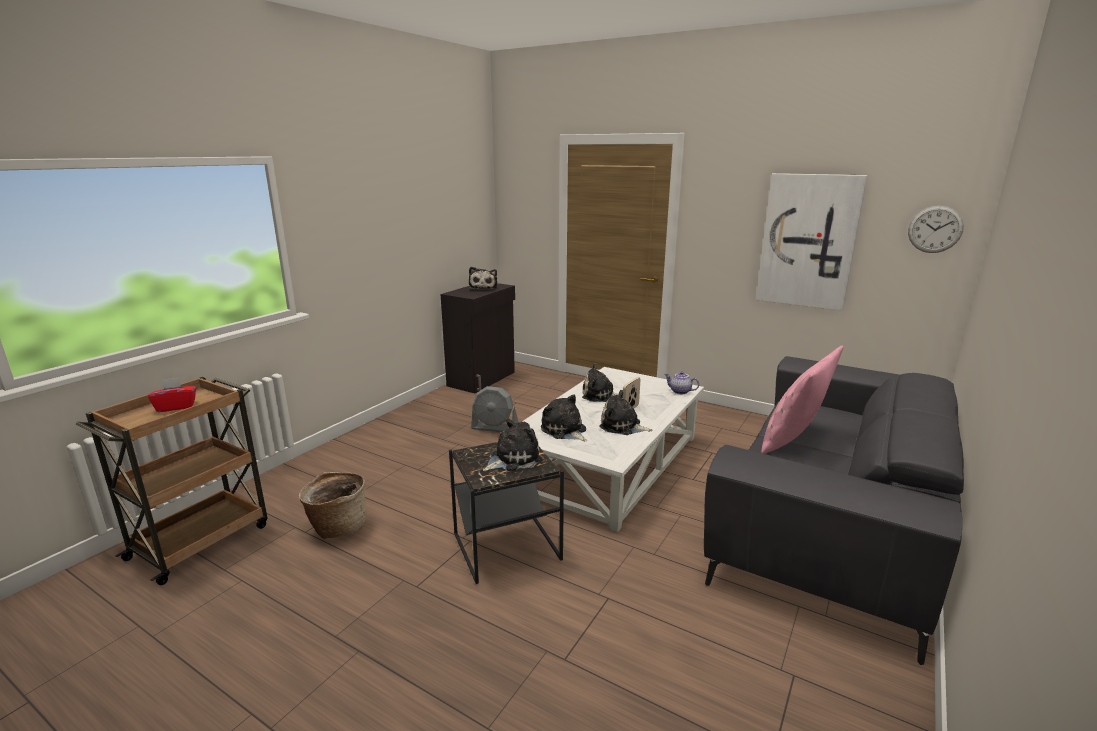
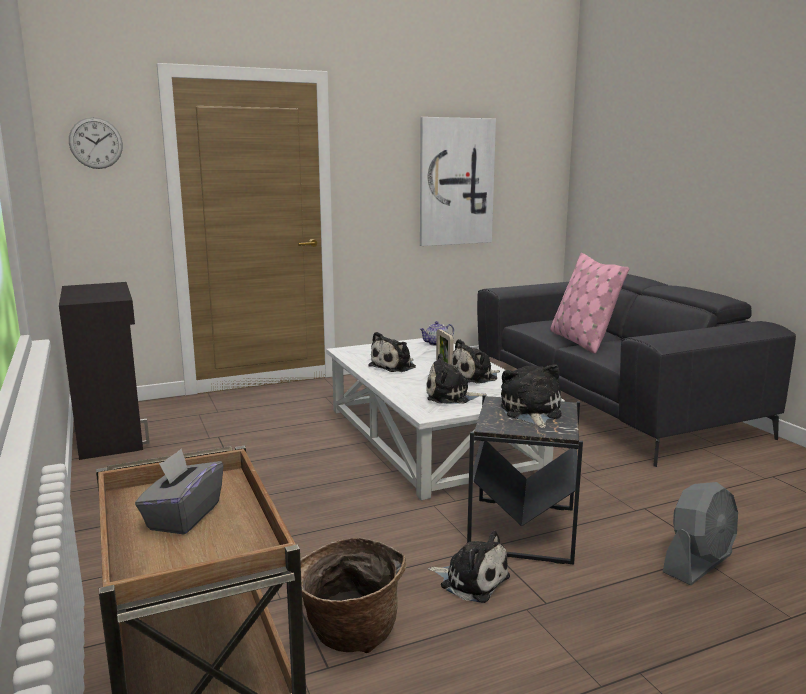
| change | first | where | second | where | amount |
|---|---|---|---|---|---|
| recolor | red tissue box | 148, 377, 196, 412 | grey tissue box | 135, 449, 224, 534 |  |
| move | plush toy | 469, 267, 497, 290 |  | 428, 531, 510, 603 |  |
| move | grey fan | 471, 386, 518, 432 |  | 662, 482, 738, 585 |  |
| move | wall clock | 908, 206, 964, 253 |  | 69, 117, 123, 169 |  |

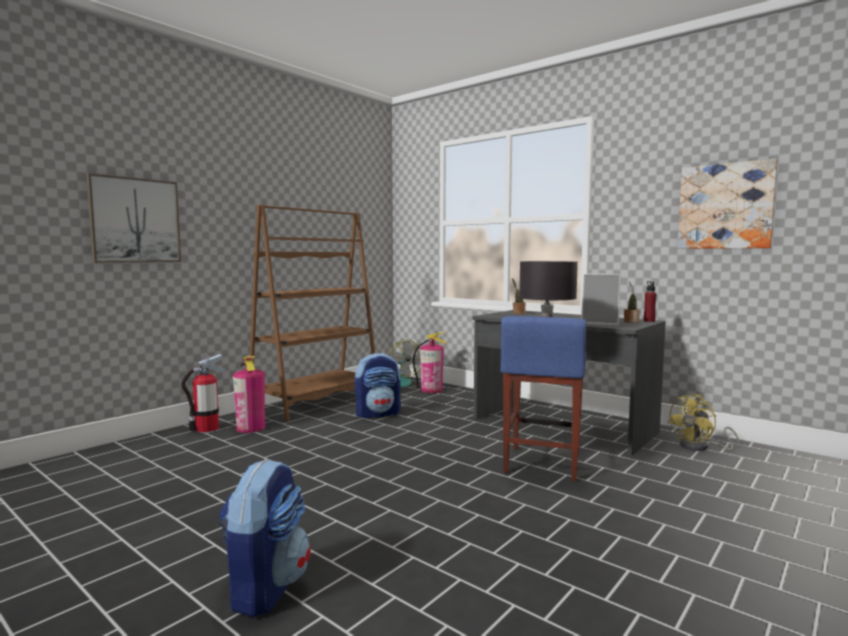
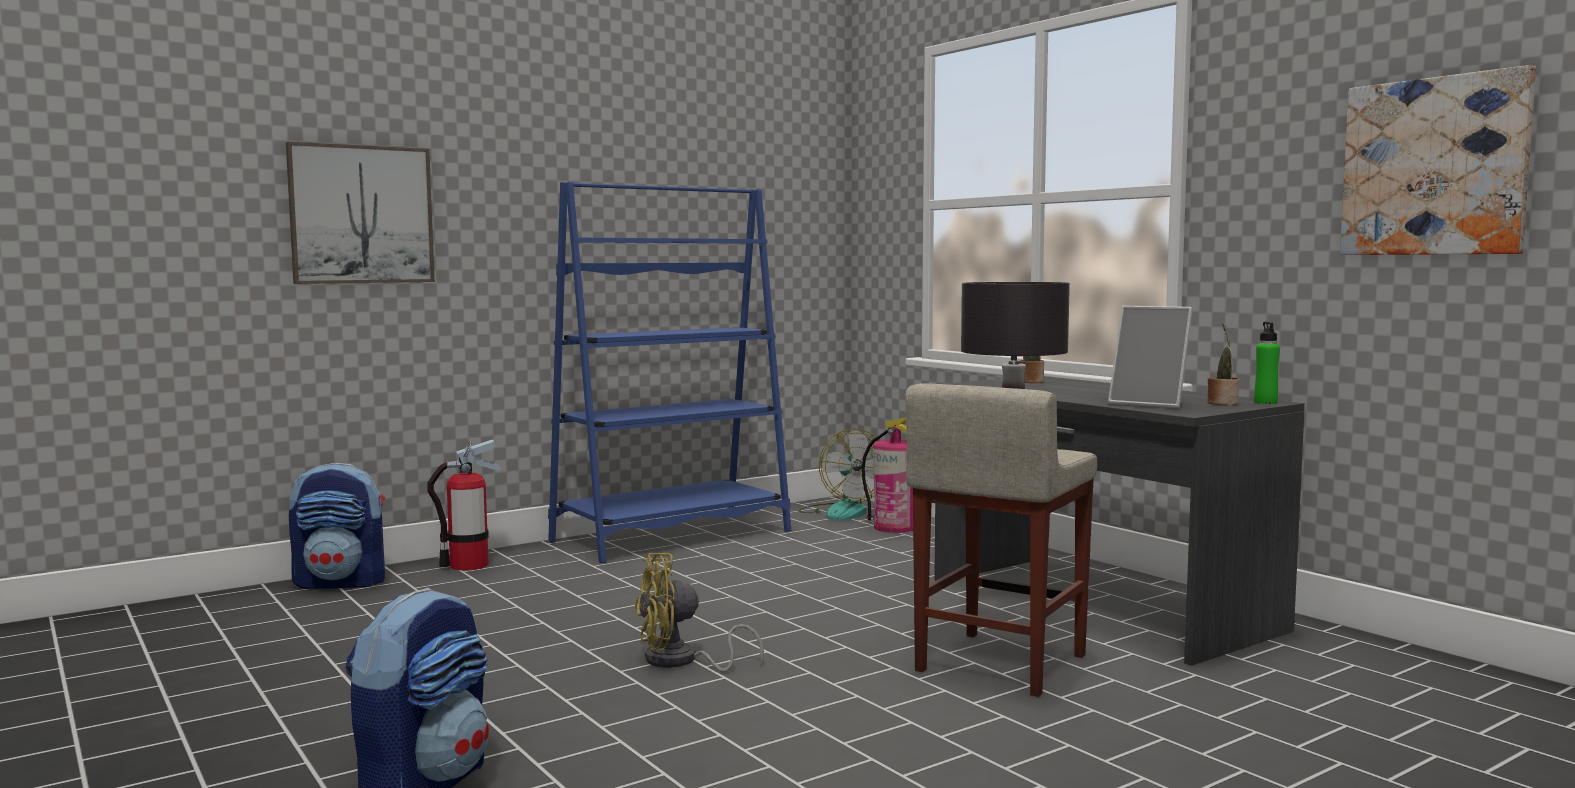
| change | first | where | second | where | amount |
|---|---|---|---|---|---|
| delete | fire extinguisher | 233, 356, 266, 433 |  |  |  |
| recolor | brown bookcase | 250, 205, 375, 422 | blue bookcase | 548, 182, 791, 563 |  |
| move | backpack | 355, 353, 401, 418 |  | 289, 463, 385, 589 |  |
| recolor | blue stool | 500, 316, 586, 481 | beige stool | 906, 383, 1097, 697 |  |
| recolor | red bottle | 644, 281, 657, 322 | green bottle | 1254, 322, 1280, 404 |  |
| move | yellow fan | 667, 394, 740, 451 |  | 635, 553, 764, 672 |  |

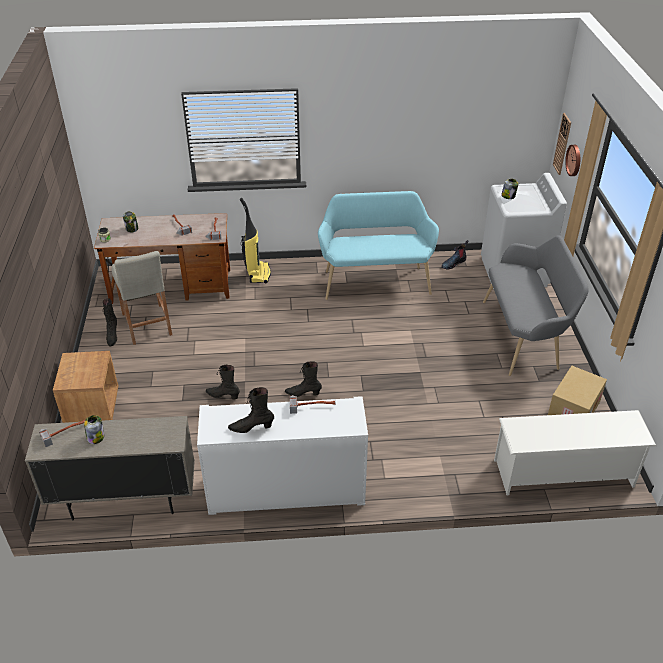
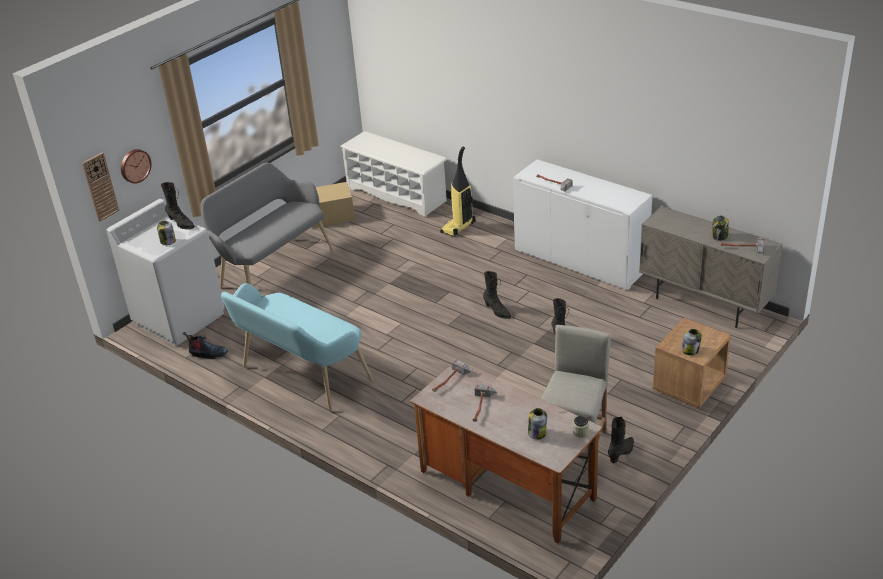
| change | first | where | second | where | amount |
|---|---|---|---|---|---|
| move | black boot | 228, 387, 274, 433 |  | 161, 182, 195, 229 |  |
| move | vacuum cleaner | 240, 198, 271, 283 |  | 440, 147, 476, 237 |  |
| insert |  |  | jar | 681, 329, 702, 355 |  |

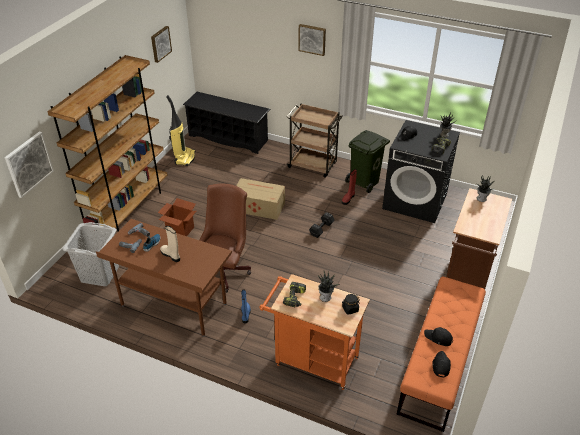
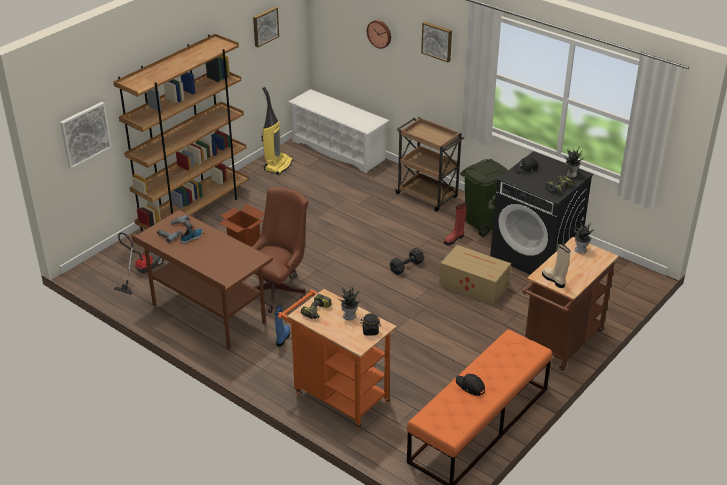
| change | first | where | second | where | amount |
|---|---|---|---|---|---|
| replace | grey laundry basket | 62, 222, 119, 286 | vacuum cleaner | 114, 233, 163, 295 |  |
| move | beige boot | 160, 226, 180, 262 |  | 542, 243, 570, 288 |  |
| recolor | black shoe rack | 183, 92, 270, 154 | white shoe rack | 288, 89, 389, 173 |  |
| move | cardboard box | 236, 178, 285, 220 |  | 439, 245, 511, 305 |  |
| delete | black cap | 432, 351, 451, 378 |  |  |  |
| insert |  |  | wall clock | 367, 20, 391, 49 |  |

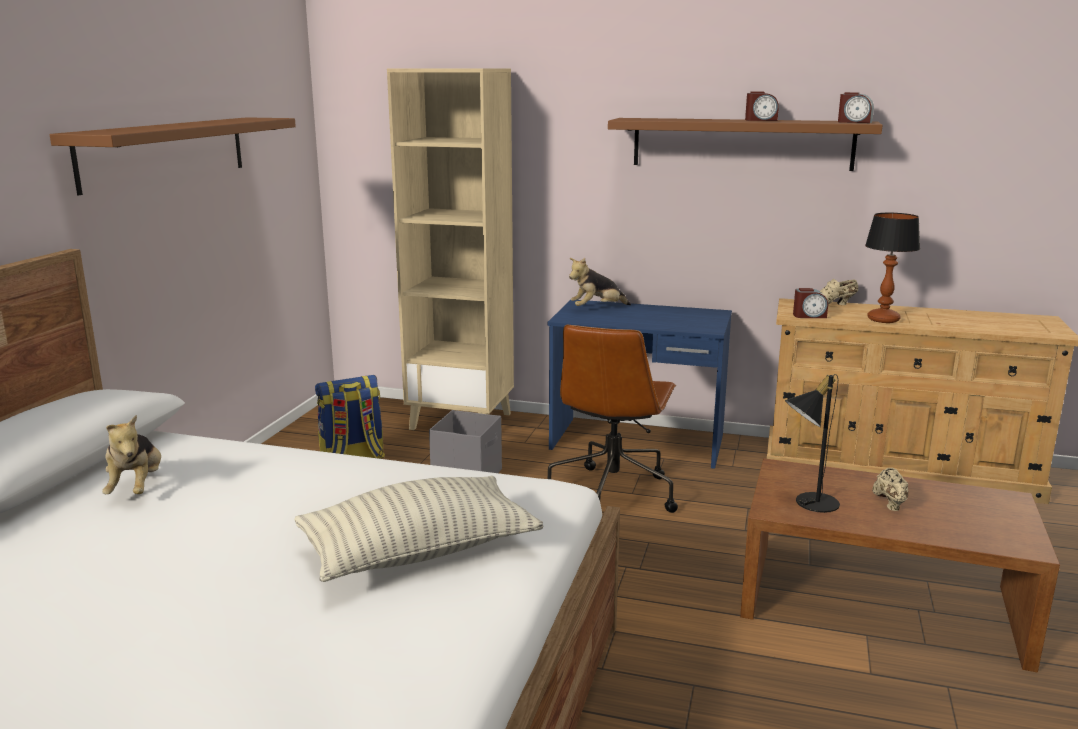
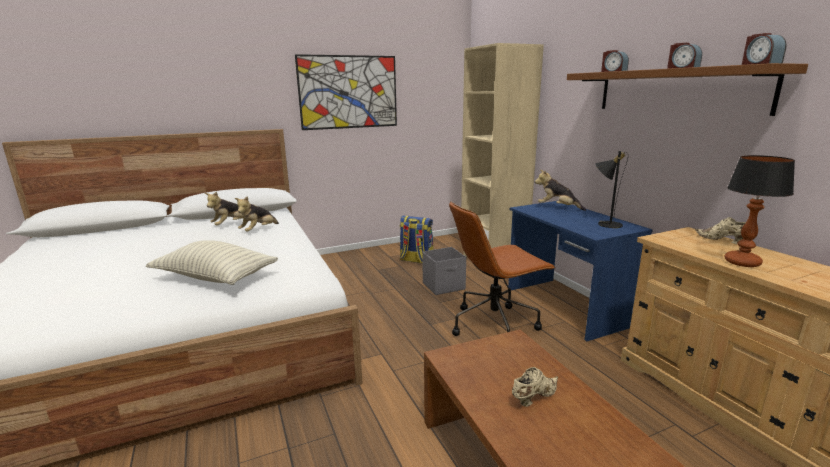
| change | first | where | second | where | amount |
|---|---|---|---|---|---|
| replace | brown shelf | 49, 117, 296, 196 | picture | 295, 54, 397, 130 |  |
| move | black table lamp | 785, 374, 840, 513 |  | 595, 151, 628, 228 |  |
| move | alarm clock | 793, 288, 828, 318 |  | 601, 50, 629, 72 |  |
| insert |  |  | plush toy | 235, 196, 279, 232 |  |

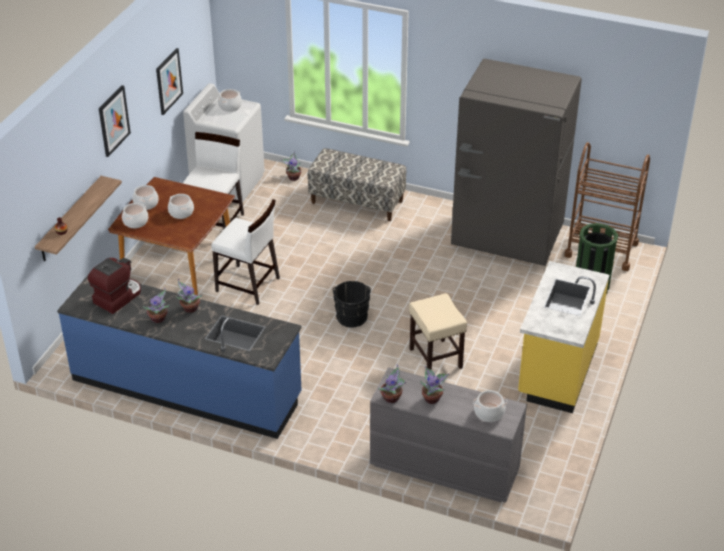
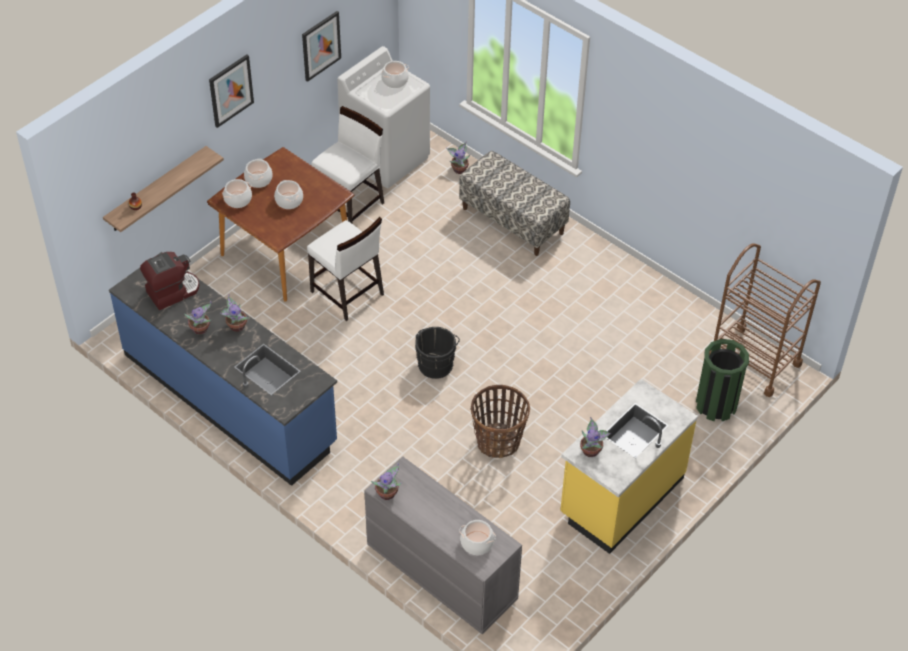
| change | first | where | second | where | amount |
|---|---|---|---|---|---|
| replace | beige stool | 409, 293, 467, 370 | basket | 471, 385, 530, 458 |  |
| move | potted plant | 420, 366, 449, 404 |  | 580, 417, 611, 457 |  |
| delete | grey fridge | 451, 59, 582, 266 |  |  |  |

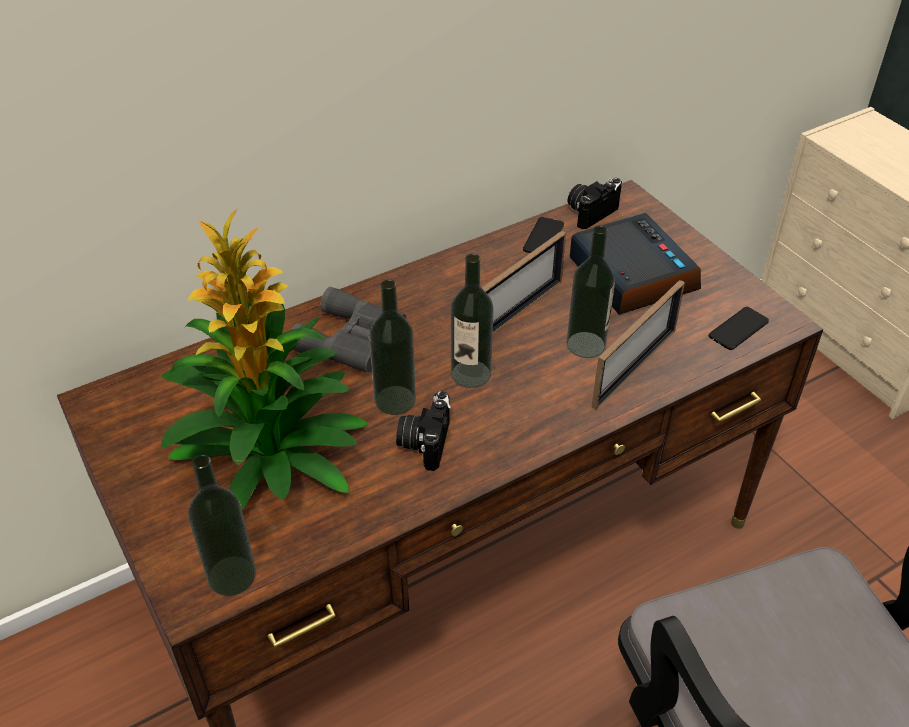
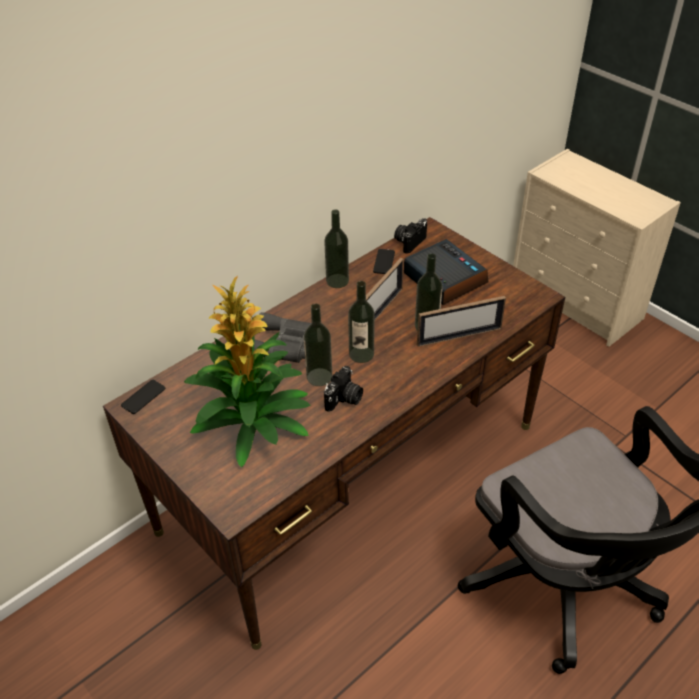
| change | first | where | second | where | amount |
|---|---|---|---|---|---|
| move | bottle | 188, 455, 256, 596 |  | 324, 209, 349, 288 |  |
| rotate | photo camera | 396, 391, 451, 471 |  | 324, 366, 363, 412 | 150 degrees counterclockwise |
| rotate | picture frame | 591, 280, 685, 410 |  | 417, 296, 506, 347 | 45 degrees clockwise |
| move | phone | 709, 307, 769, 350 |  | 121, 380, 165, 414 |  |

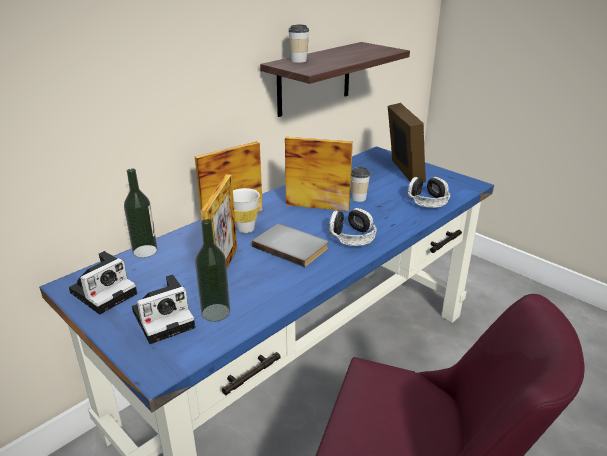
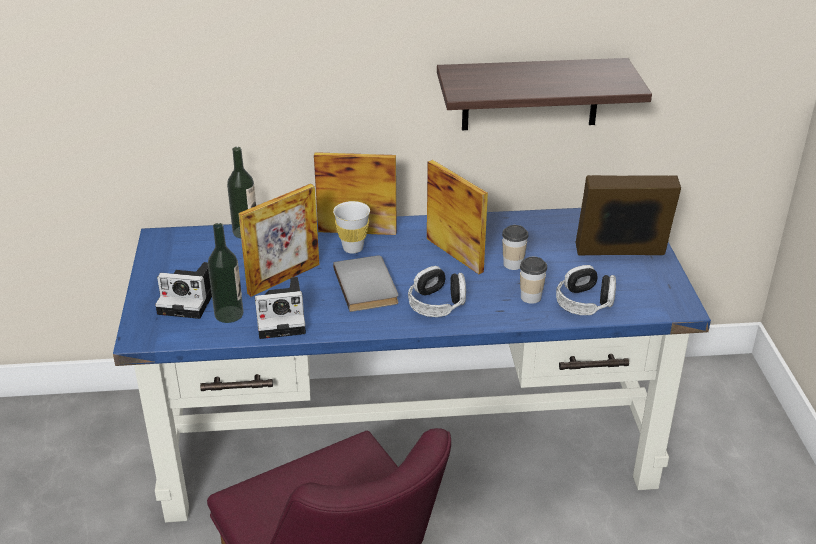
| change | first | where | second | where | amount |
|---|---|---|---|---|---|
| move | photo camera | 69, 251, 137, 314 |  | 255, 277, 306, 339 |  |
| move | cup | 288, 25, 309, 63 |  | 520, 257, 547, 304 |  |
| rotate | picture frame | 388, 103, 426, 183 |  | 576, 175, 681, 255 | 120 degrees counterclockwise |

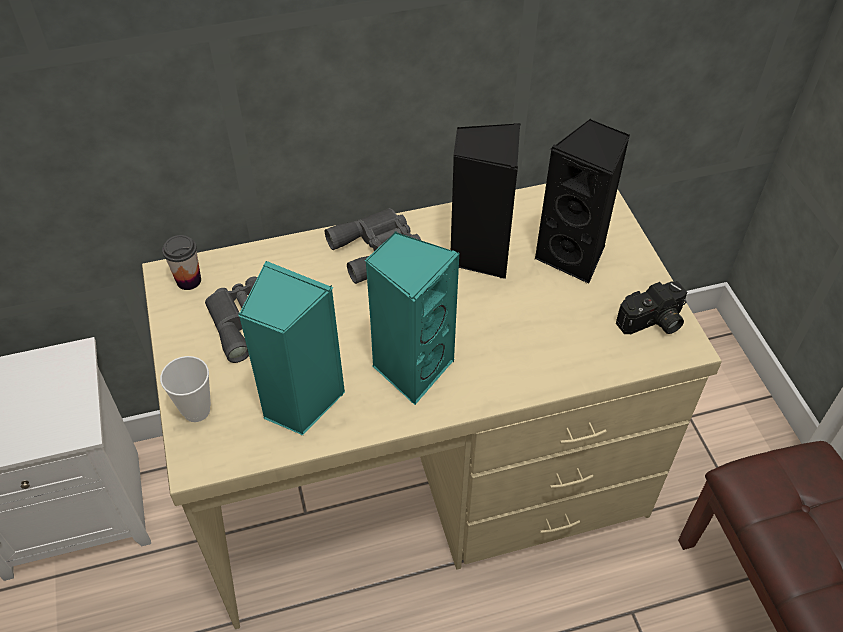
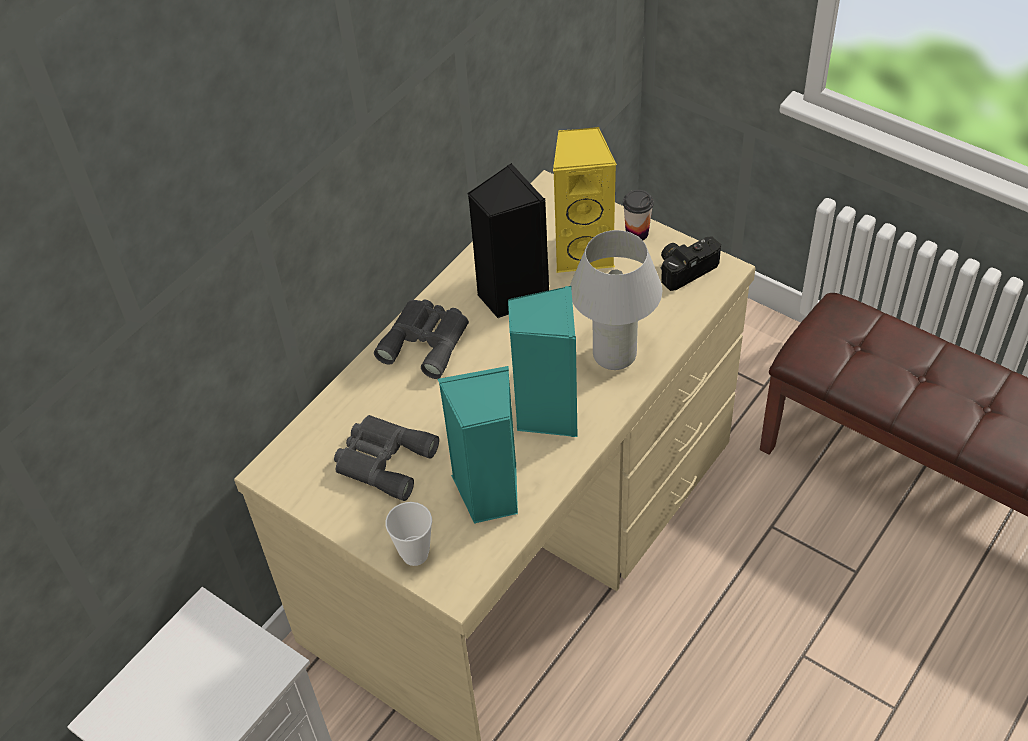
| change | first | where | second | where | amount |
|---|---|---|---|---|---|
| move | cup | 162, 235, 201, 290 |  | 623, 190, 654, 240 |  |
| recolor | black speaker | 534, 119, 630, 284 | yellow speaker | 553, 127, 617, 273 |  |
| rotate | photo camera | 616, 281, 687, 334 |  | 661, 236, 721, 291 | 150 degrees counterclockwise |
| insert |  |  | white table lamp | 570, 230, 662, 370 |  |

